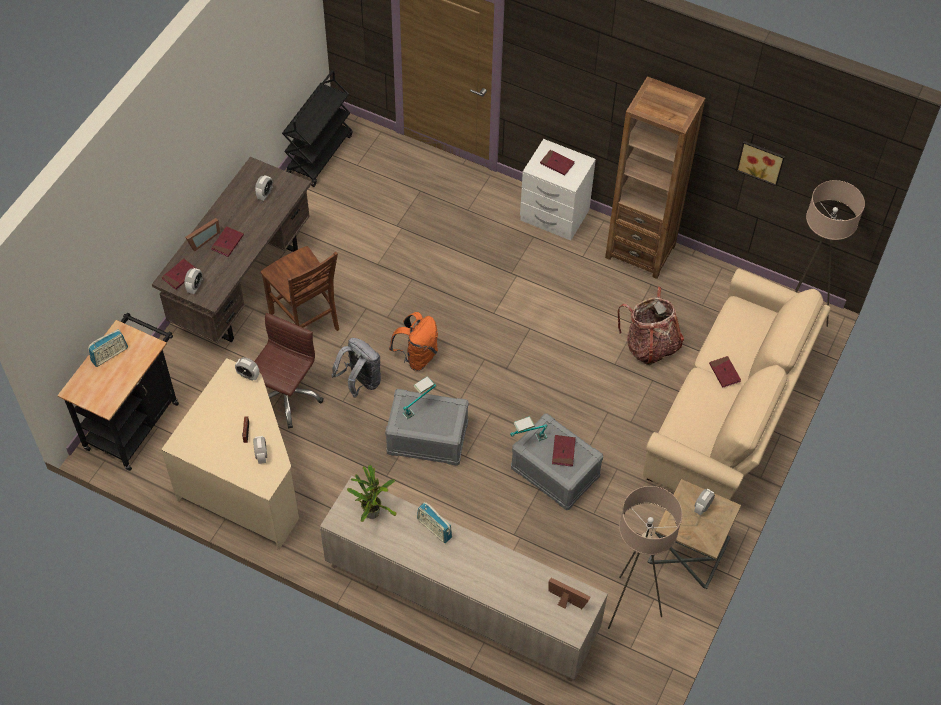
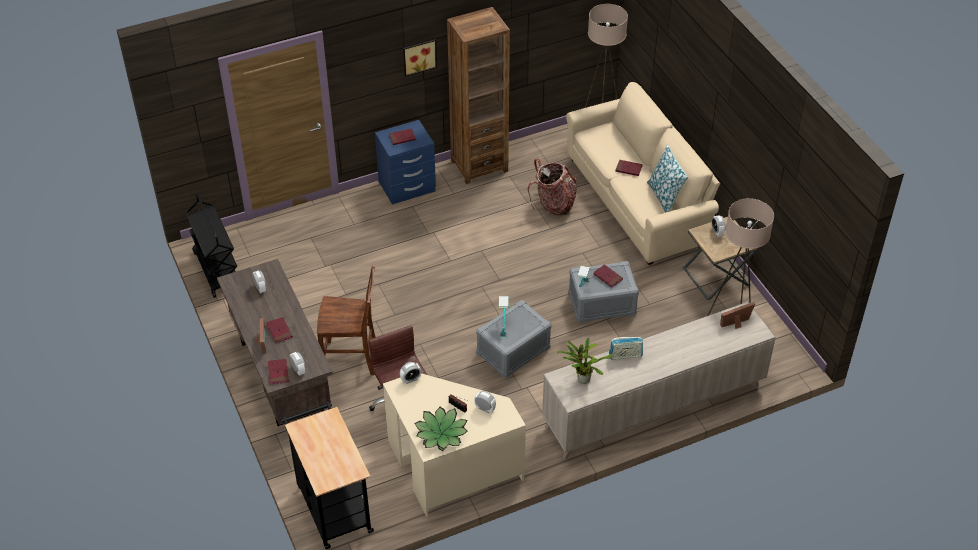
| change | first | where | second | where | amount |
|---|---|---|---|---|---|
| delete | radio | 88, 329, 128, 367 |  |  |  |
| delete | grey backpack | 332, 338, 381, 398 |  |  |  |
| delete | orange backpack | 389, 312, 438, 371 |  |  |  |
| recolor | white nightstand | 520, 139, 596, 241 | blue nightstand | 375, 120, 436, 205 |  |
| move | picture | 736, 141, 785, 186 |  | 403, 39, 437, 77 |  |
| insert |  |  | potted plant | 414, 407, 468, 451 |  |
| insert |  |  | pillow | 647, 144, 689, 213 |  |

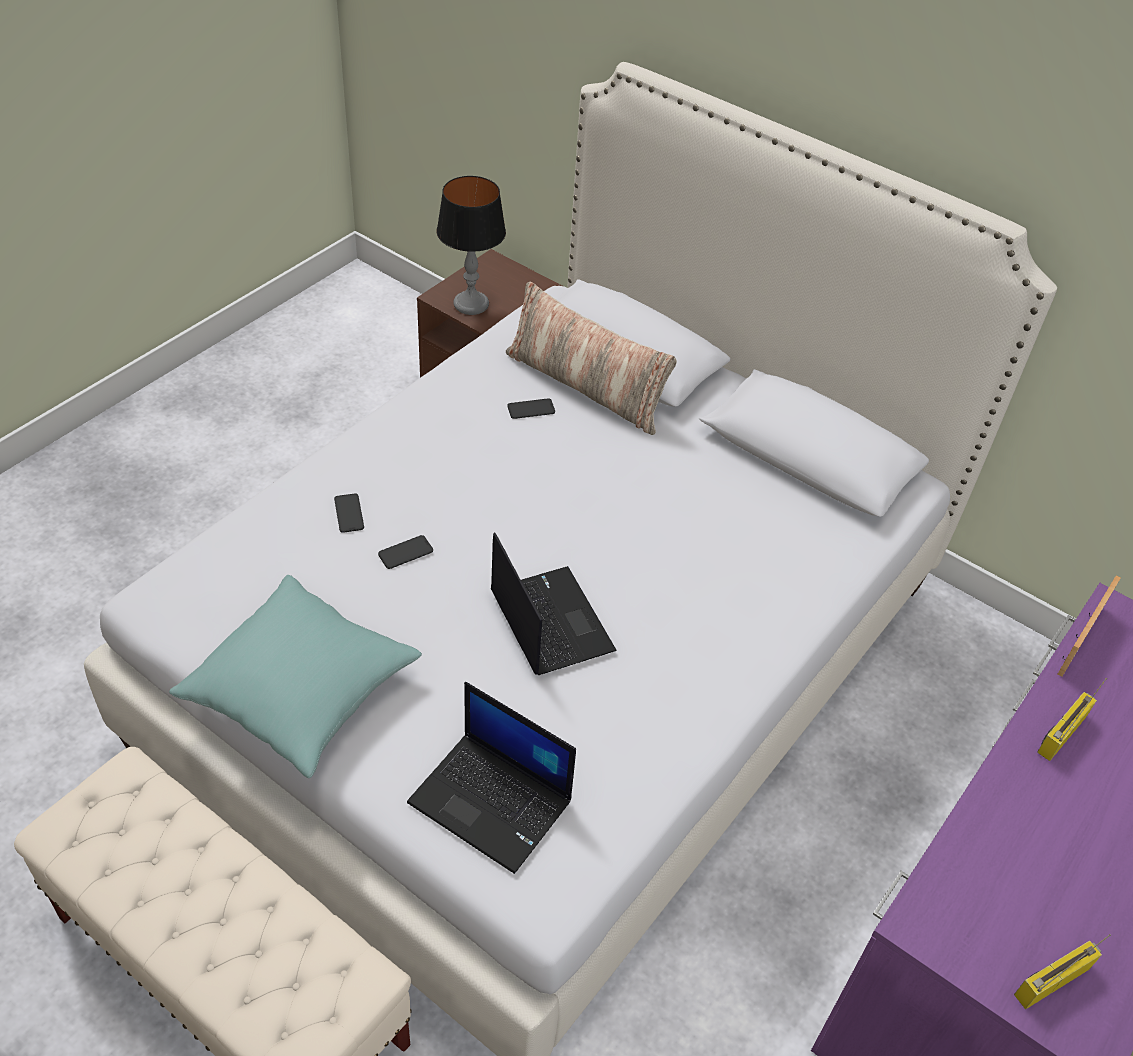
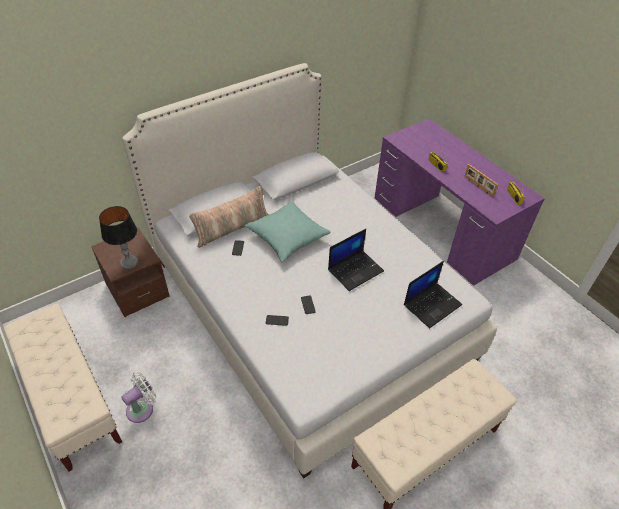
| change | first | where | second | where | amount |
|---|---|---|---|---|---|
| move | turquoise pillow | 169, 575, 422, 778 |  | 245, 201, 331, 263 |  |
| rotate | laptop | 491, 532, 617, 675 |  | 328, 229, 384, 291 | 150 degrees clockwise |
| move | picture frame | 1057, 575, 1121, 677 |  | 464, 164, 498, 197 |  |
| insert |  |  | beige bench | 4, 304, 122, 472 |  |
| insert |  |  | white fan | 121, 372, 157, 423 |  |

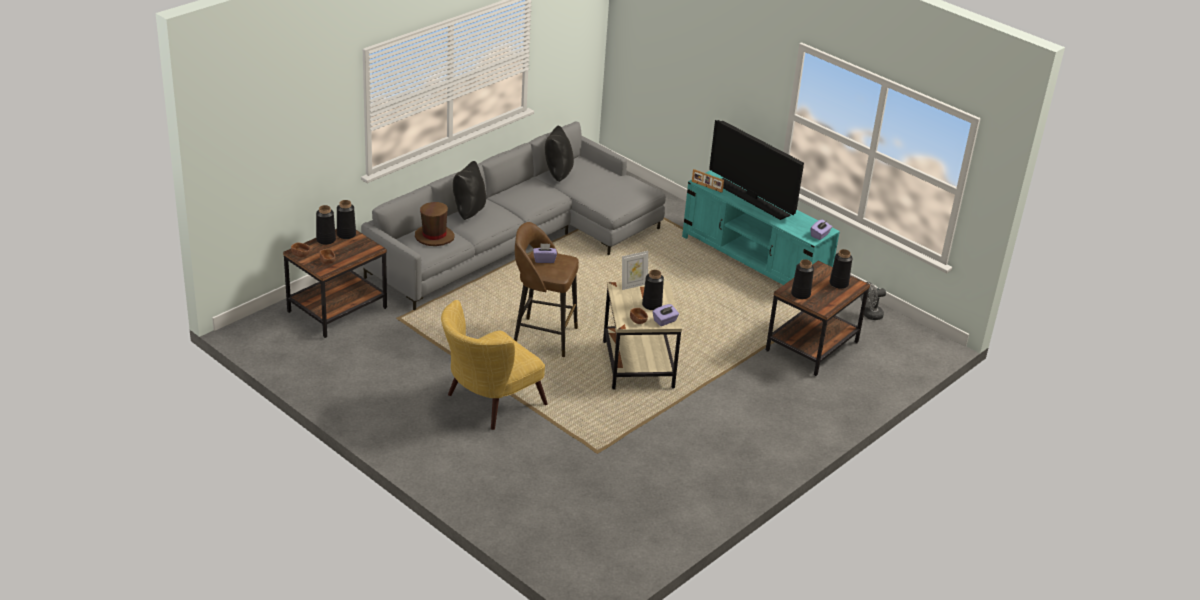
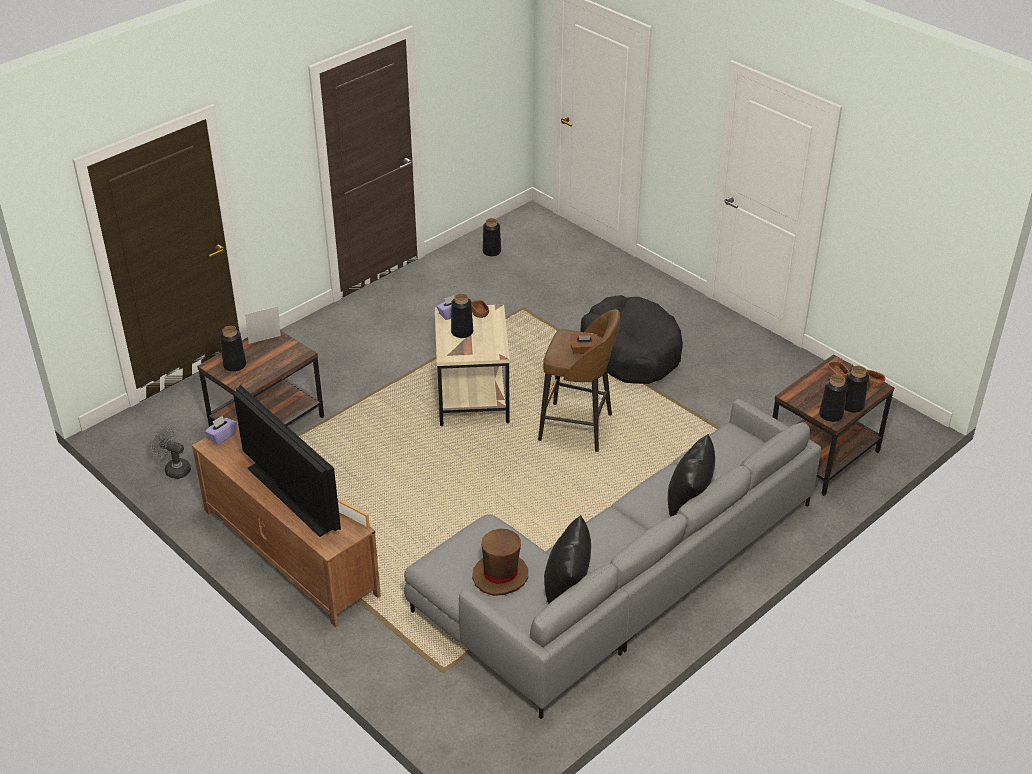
| change | first | where | second | where | amount |
|---|---|---|---|---|---|
| move | brown hat | 415, 202, 455, 246 |  | 472, 529, 528, 596 |  |
| replace | yellow armchair | 441, 300, 548, 430 | black dog bed | 581, 295, 683, 384 |  |
| recolor | purple tissue box | 533, 243, 557, 263 | brown tissue box | 570, 333, 598, 354 |  |
| move | picture frame | 622, 251, 648, 290 |  | 245, 306, 281, 344 |  |
| recolor | turquoise tv stand | 682, 170, 840, 285 | brown tv stand | 192, 420, 381, 627 |  |
| move | black vase | 791, 259, 814, 299 |  | 483, 218, 501, 256 |  |
| rotate | grey fan | 860, 282, 886, 320 |  | 151, 427, 191, 479 | 135 degrees counterclockwise |

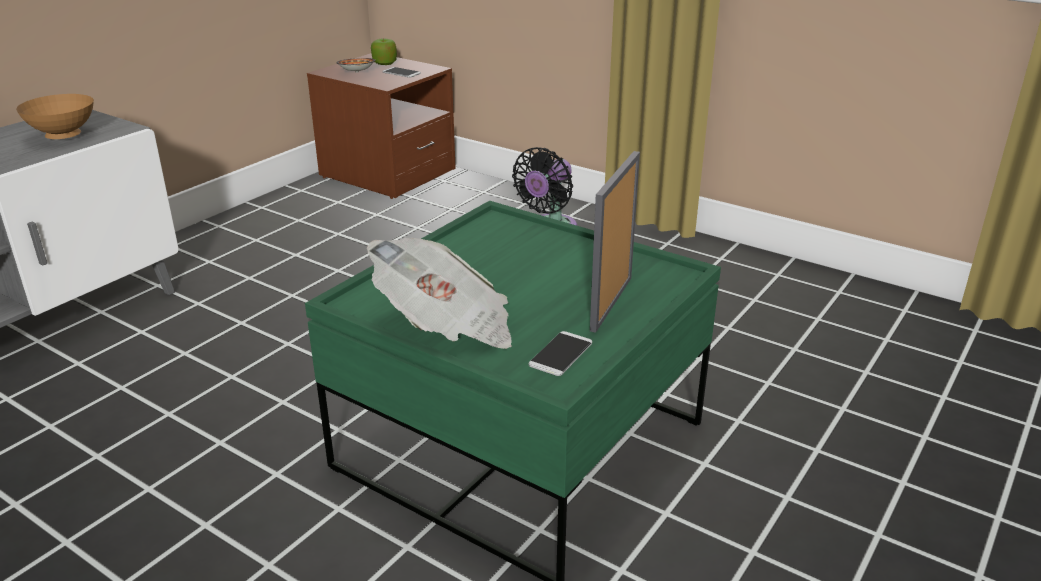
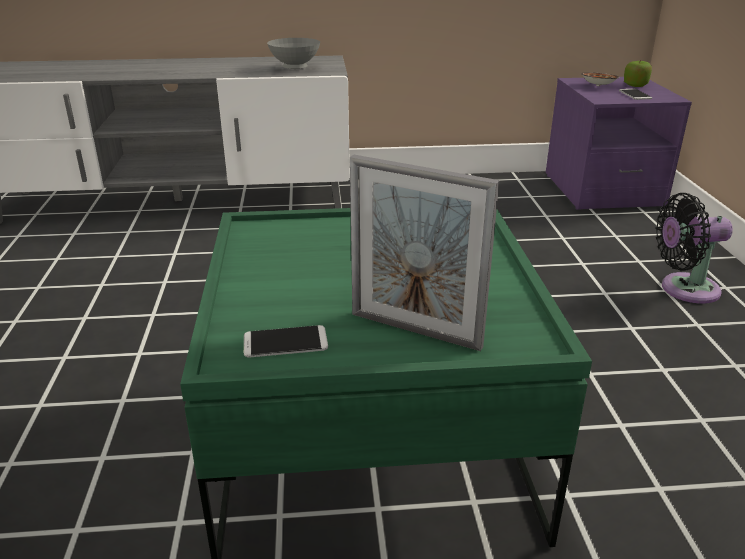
| change | first | where | second | where | amount |
|---|---|---|---|---|---|
| recolor | brown bowl | 16, 94, 94, 139 | grey bowl | 267, 38, 320, 69 |  |
| recolor | brown nightstand | 307, 53, 456, 199 | purple nightstand | 546, 77, 692, 210 |  |
| delete | newspaper | 367, 238, 512, 349 |  |  |  |
| rotate | picture frame | 590, 151, 640, 333 |  | 350, 155, 499, 351 | 135 degrees counterclockwise |

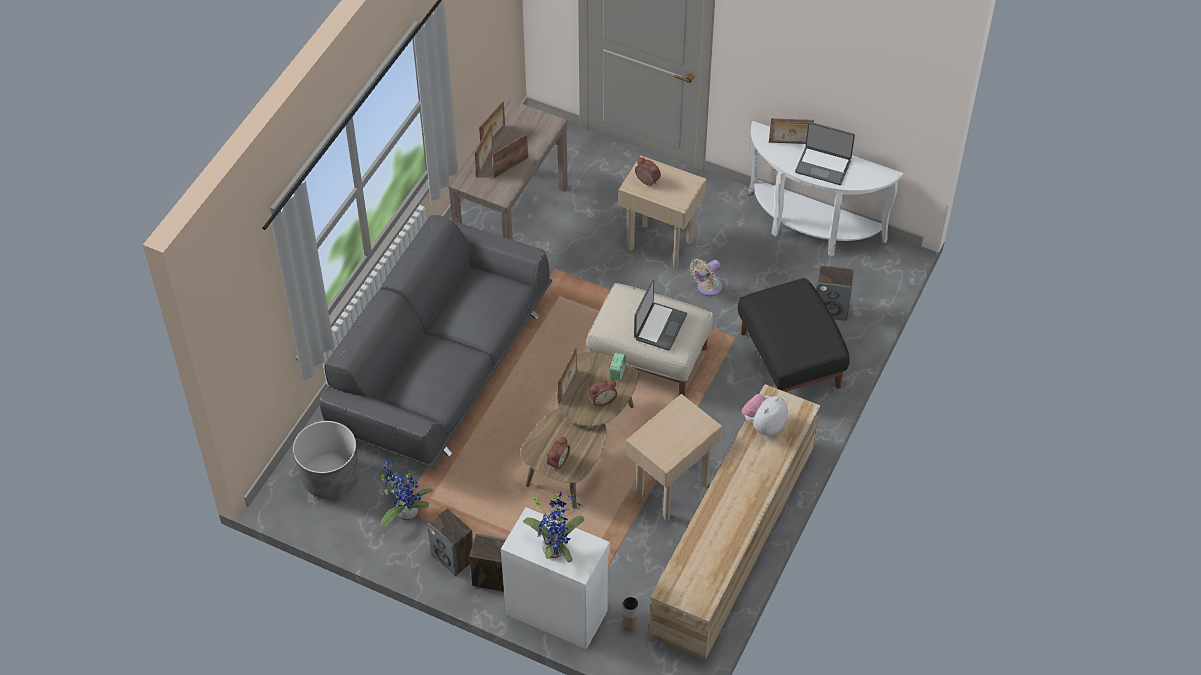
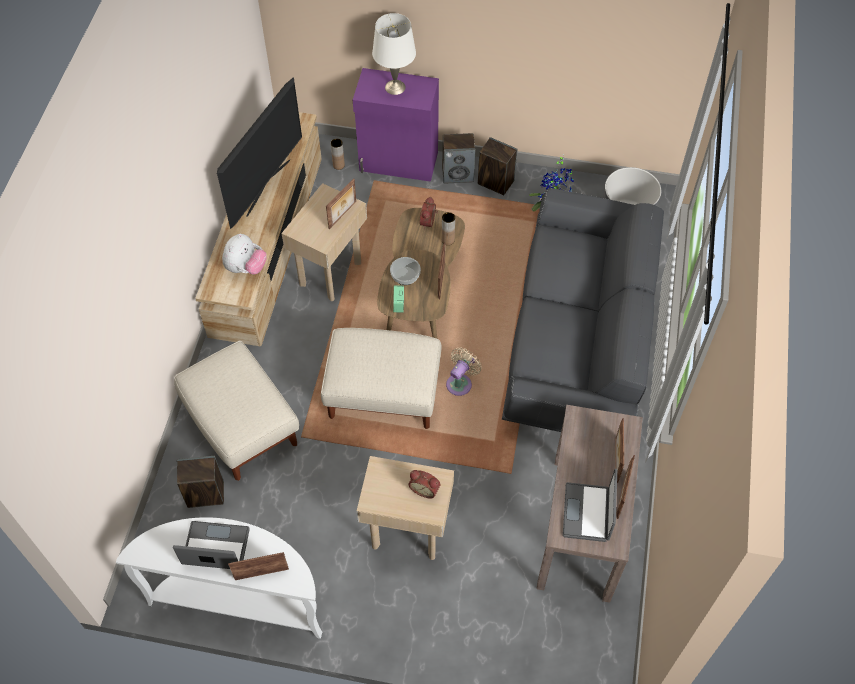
| change | first | where | second | where | amount |
|---|---|---|---|---|---|
| move | picture frame | 493, 134, 528, 178 |  | 326, 179, 356, 229 |  |
| recolor | white cabinet | 501, 507, 610, 649 | purple cabinet | 353, 68, 439, 182 |  |
| replace | potted plant | 523, 491, 584, 563 | white table lamp | 372, 13, 416, 95 |  |
| replace | alarm clock | 589, 380, 617, 406 | bowl | 390, 257, 421, 285 |  |
| move | laptop | 634, 279, 687, 351 |  | 563, 469, 617, 542 |  |
| move | beige fan | 690, 259, 722, 296 |  | 446, 347, 482, 396 |  |
| recolor | black ottoman | 738, 278, 850, 392 | beige ottoman | 174, 341, 299, 481 |  |
| insert |  |  | television | 217, 77, 302, 229 |  |
| insert |  |  | brown vase | 442, 212, 455, 245 |  |

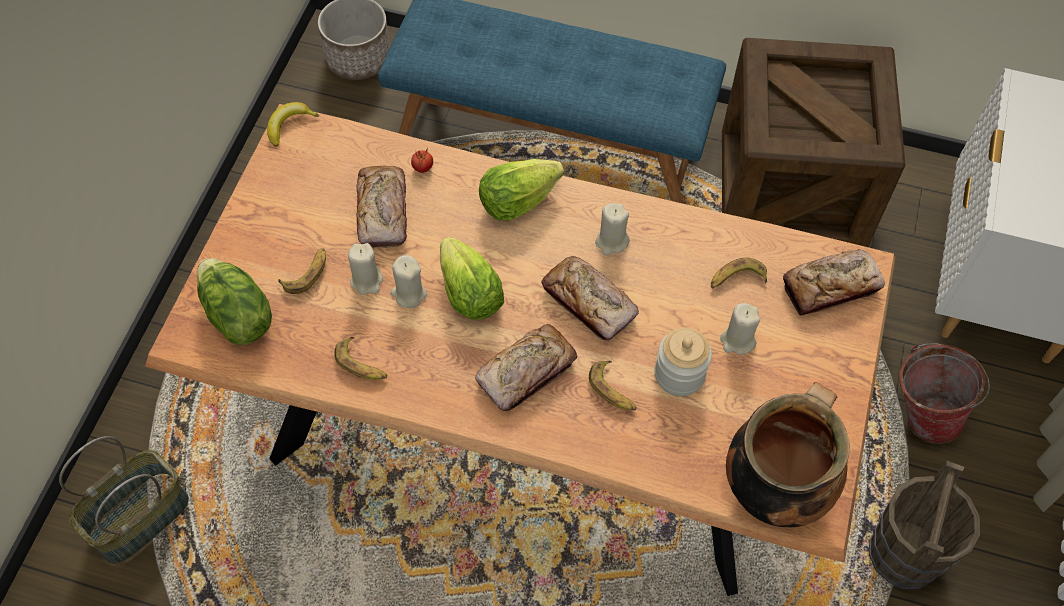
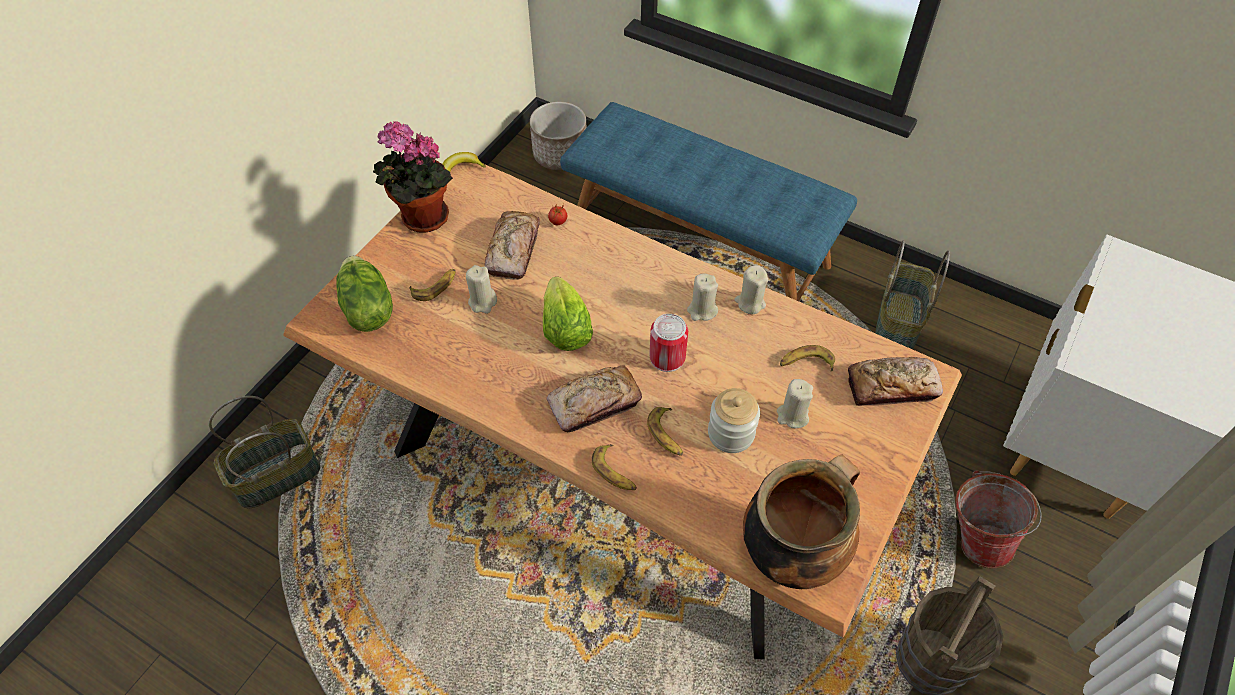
| change | first | where | second | where | amount |
|---|---|---|---|---|---|
| move | banana | 334, 337, 387, 380 |  | 592, 444, 637, 490 |  |
| move | beige candle | 391, 255, 427, 308 |  | 735, 265, 768, 314 |  |
| delete | lettuce | 479, 159, 564, 221 |  |  |  |
| replace | bread | 541, 256, 639, 340 | can | 649, 314, 688, 372 |  |
| replace | crate | 722, 38, 906, 247 | basket | 875, 240, 950, 349 |  |
| insert |  |  | potted plant | 373, 121, 453, 233 |  |

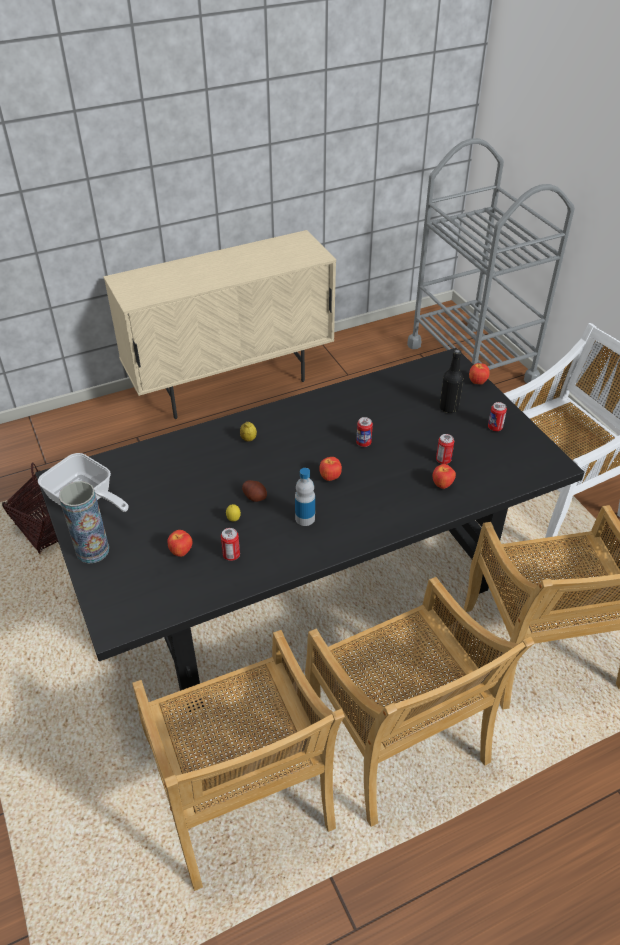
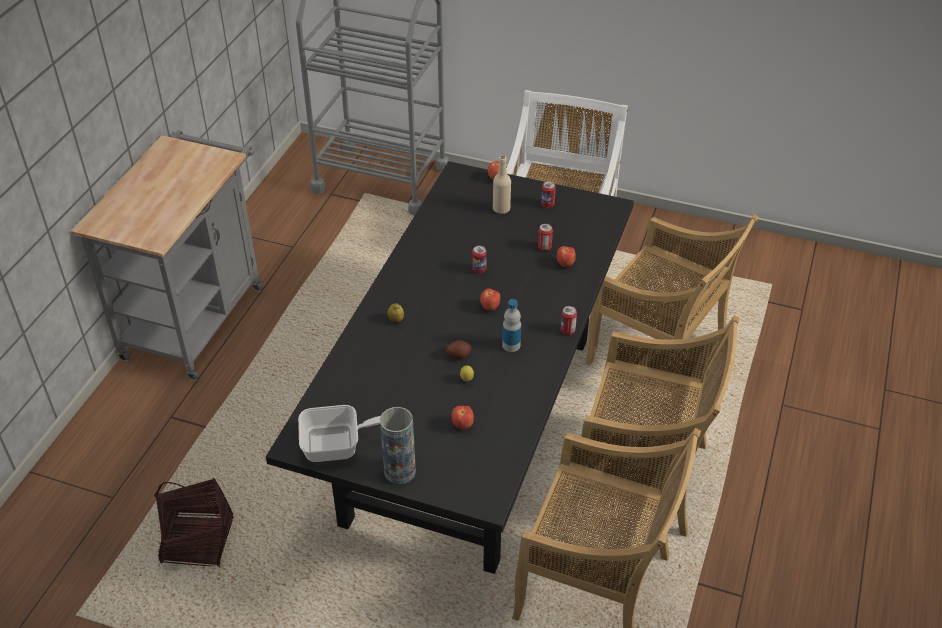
| change | first | where | second | where | amount |
|---|---|---|---|---|---|
| replace | beige cabinet | 103, 230, 336, 419 | grey cart | 71, 130, 263, 381 |  |
| move | can | 221, 528, 240, 561 |  | 561, 306, 577, 335 |  |
| recolor | black bottle | 439, 349, 463, 413 | beige bottle | 493, 155, 511, 214 |  |

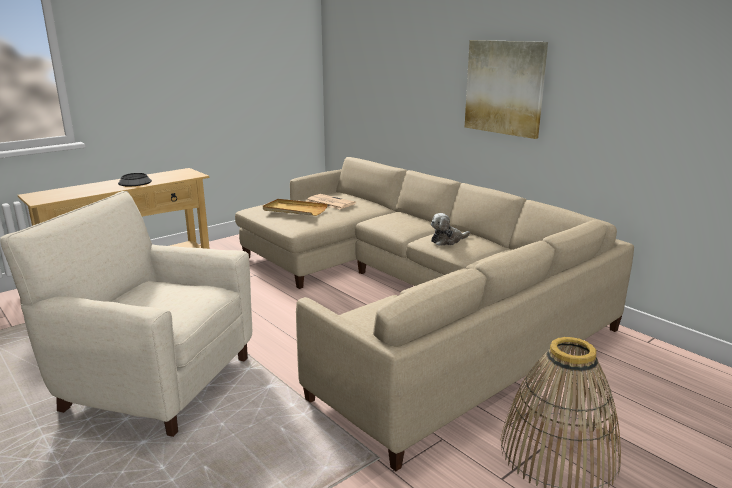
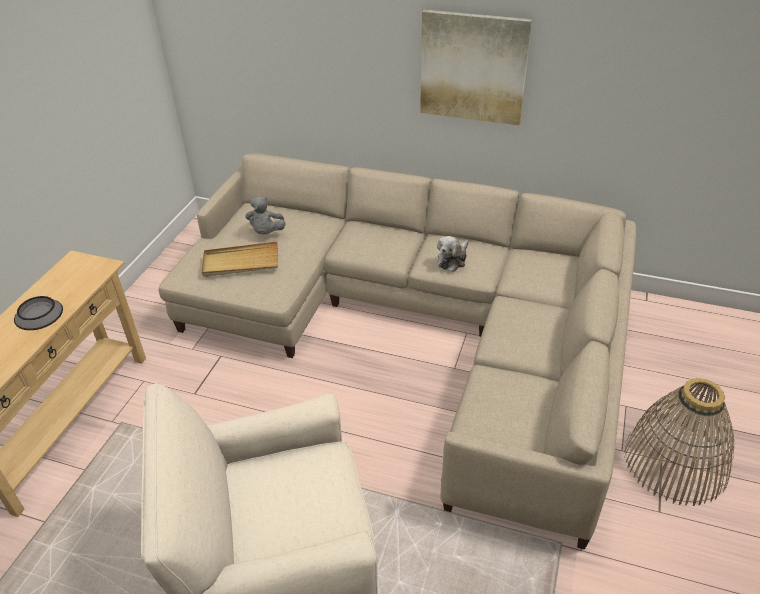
| change | first | where | second | where | amount |
|---|---|---|---|---|---|
| replace | newspaper | 307, 194, 356, 209 | grey plush toy | 245, 196, 286, 234 |  |

